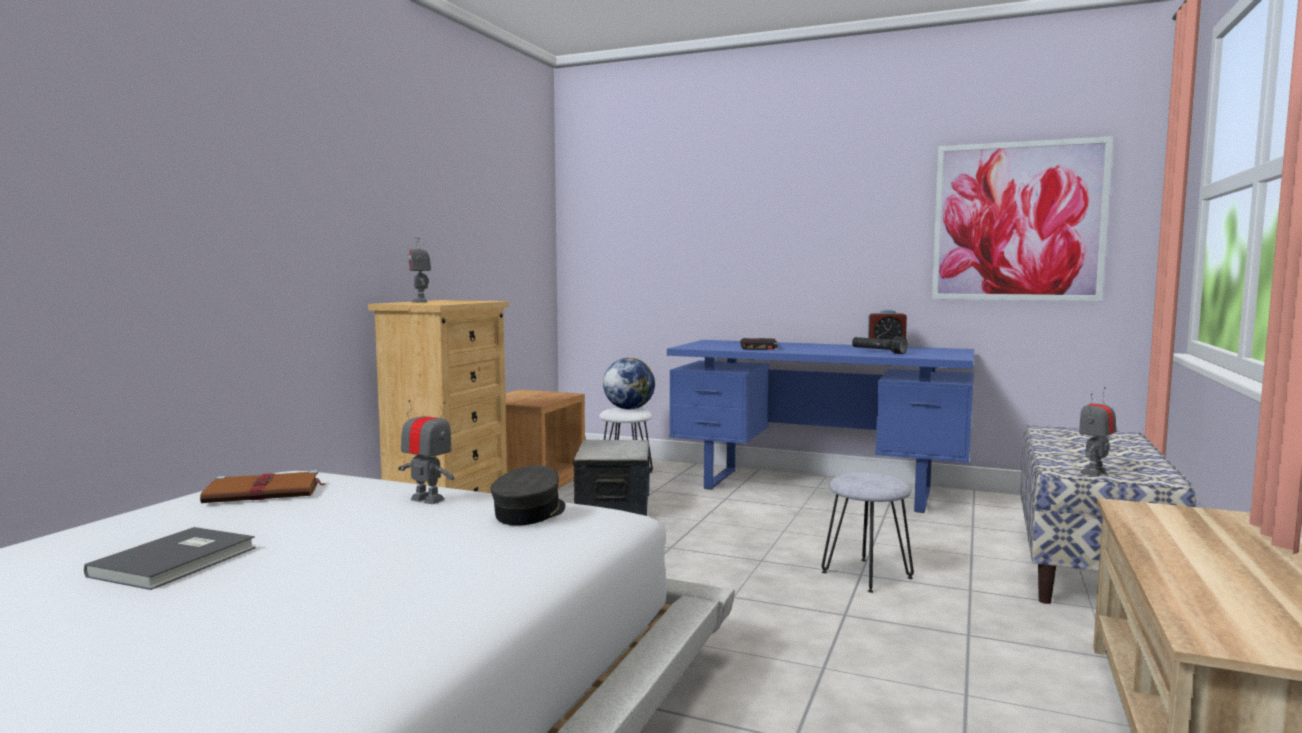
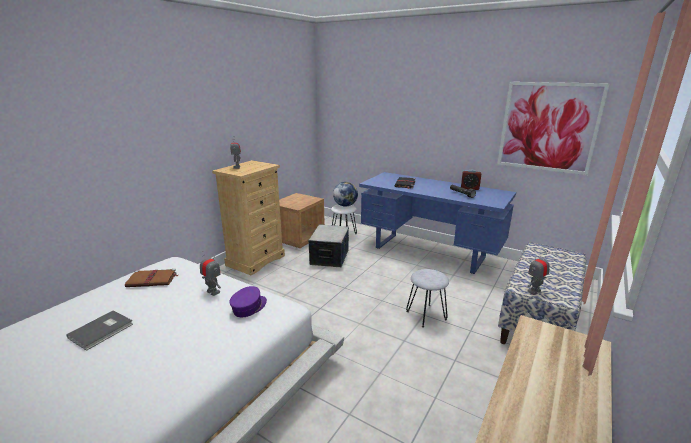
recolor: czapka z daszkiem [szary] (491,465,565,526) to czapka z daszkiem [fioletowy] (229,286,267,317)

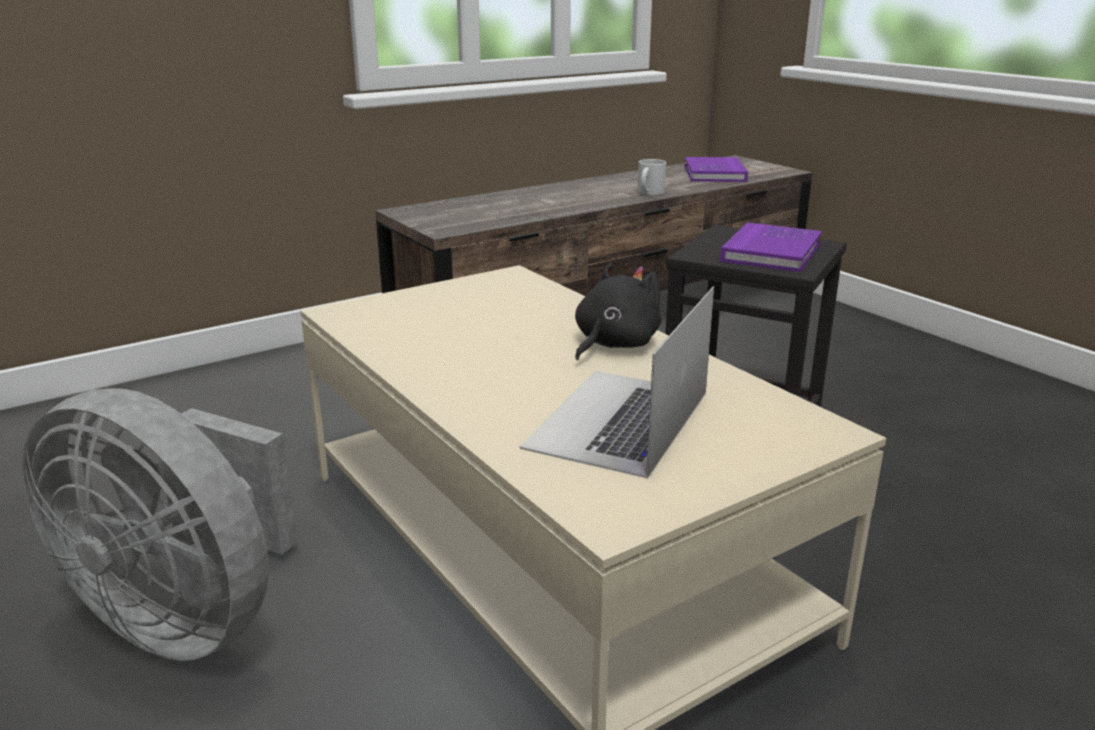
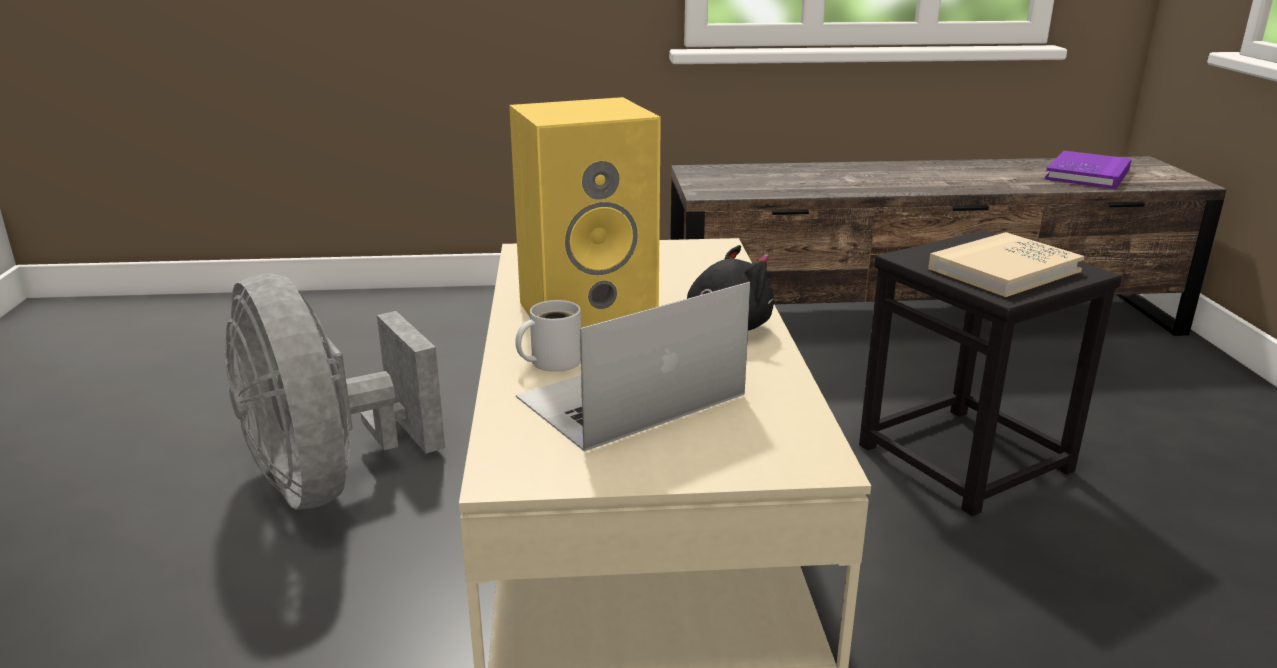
insert: głośnik [żółty] (509,97,661,328)
move: kubek [biały] (638,159,666,195) to (515,300,581,372)
recolor: książka [fioletowy] (720,222,822,272) to książka [beżowy] (928,232,1084,297)

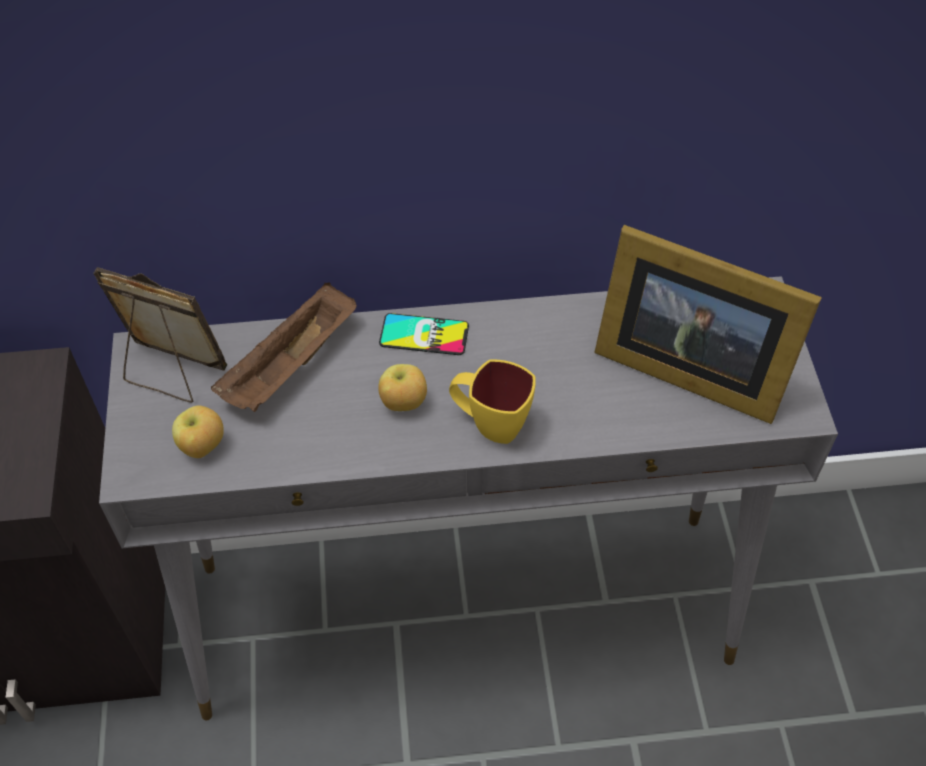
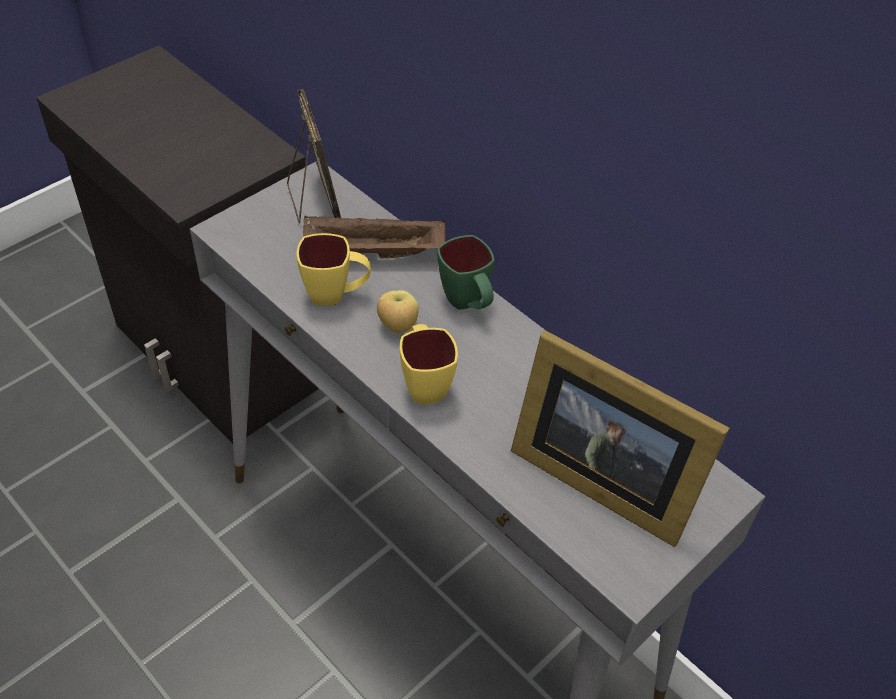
delete: jabłko (172,406,224,458)
insert: kubek [żółty] (297,233,371,306)
replace: telefon (379,313,469,355) to kubek [zielony] (437,235,495,310)
rotate: ramka na zdjęcie (594,225,822,424) = (511,330,730,547) 45 degrees counterclockwise

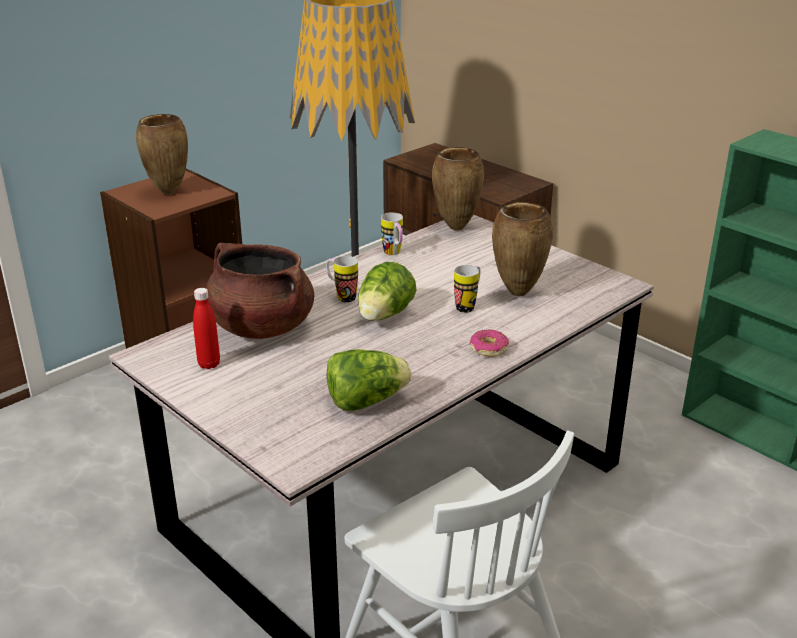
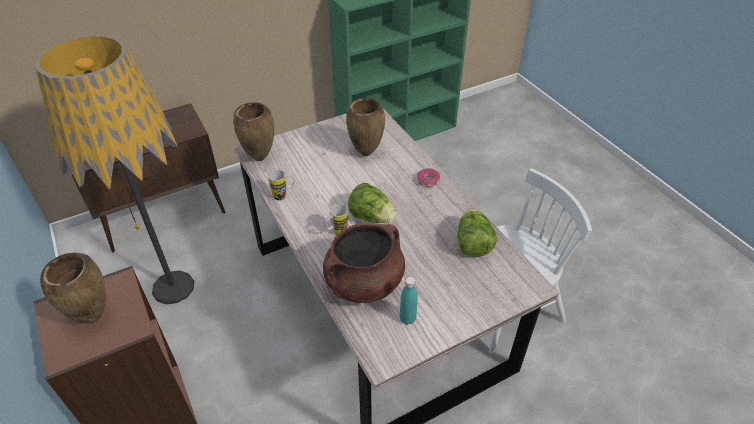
delete: kubek (454,265,480,313)
recolor: butelka [czerwony] (193,288,220,369) to butelka [turkusowy] (400,276,418,325)

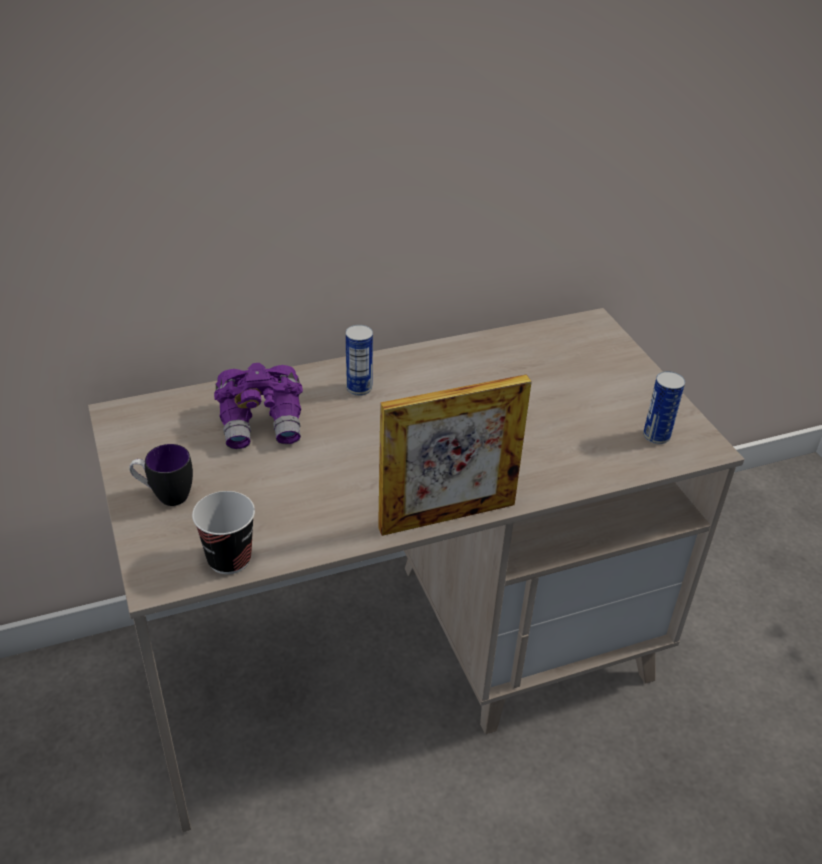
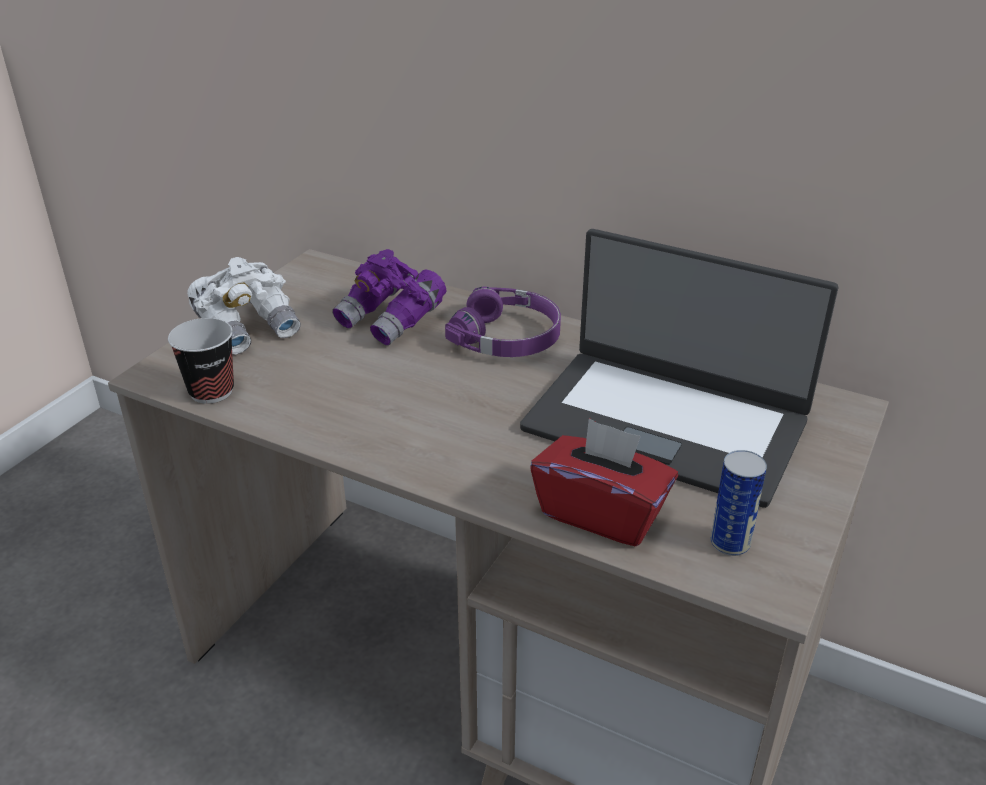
delete: ramka na zdjęcie (378,374,532,536)
insert: laptop (520,229,839,508); pudełko chusteczek [czerwony] (530,418,678,546)
replace: kubek (129,444,193,506) to lornetka [biały] (187,257,301,355); puszka (346,325,373,396) to słuchawki [fioletowy] (445,287,561,357)

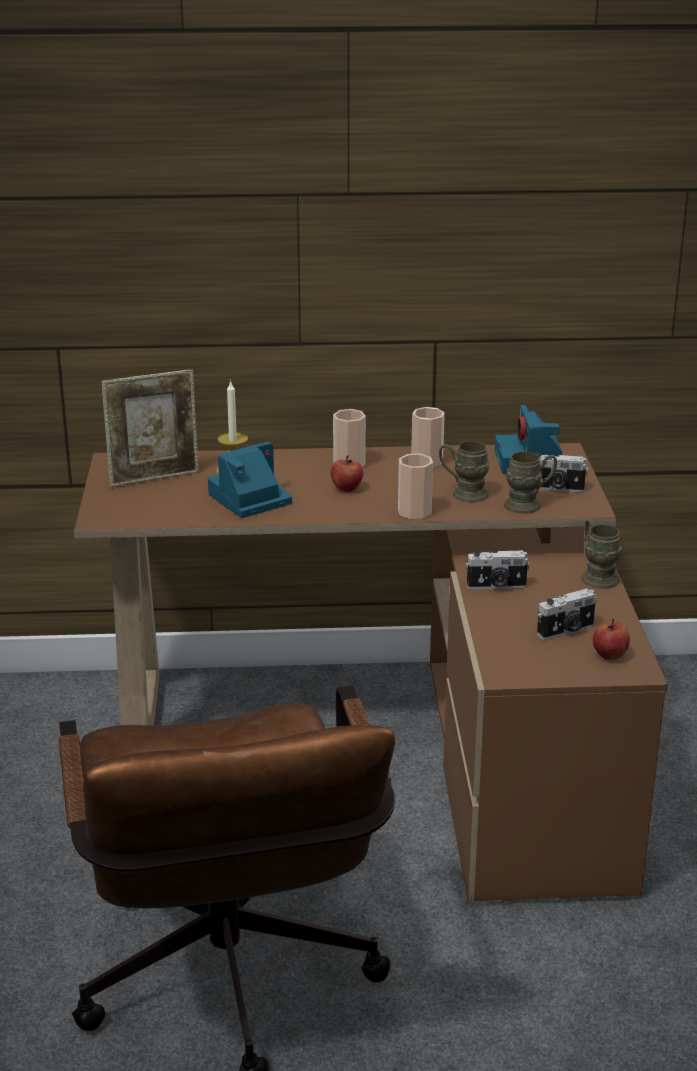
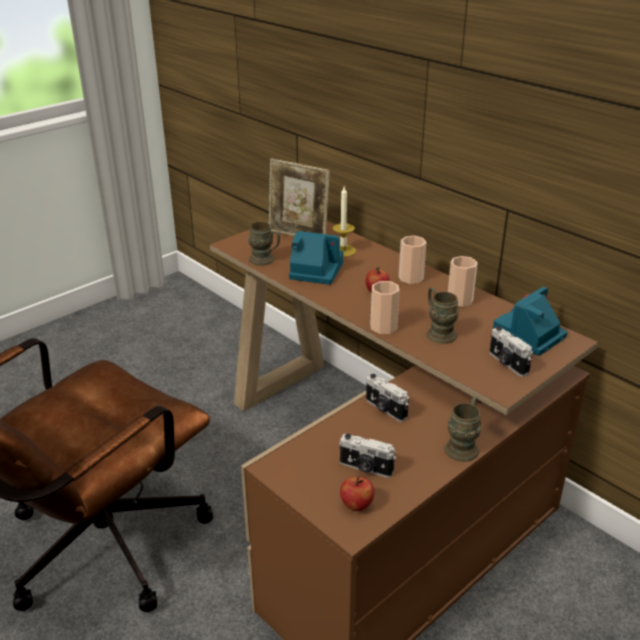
move: kubek [brązowy] (504,452,557,514) to (248,222,280,266)

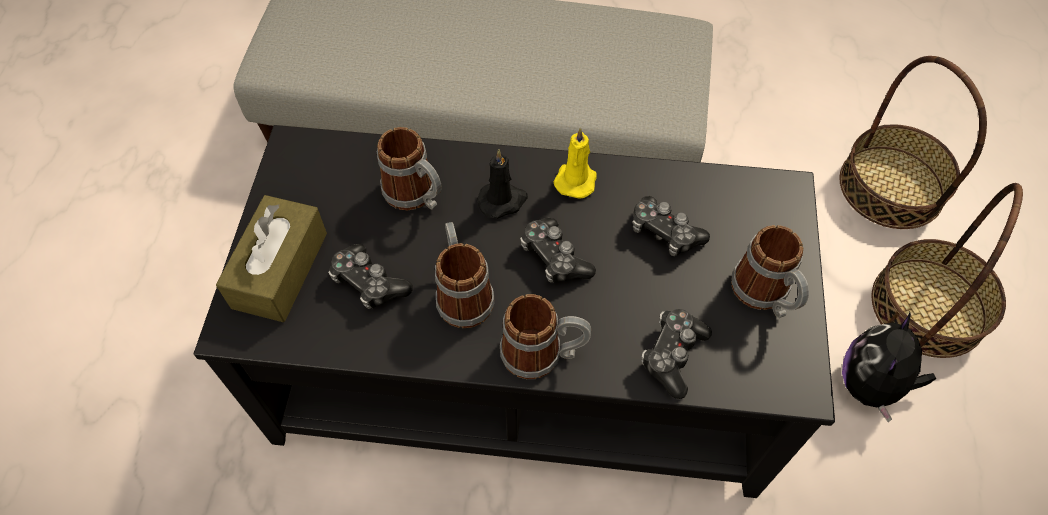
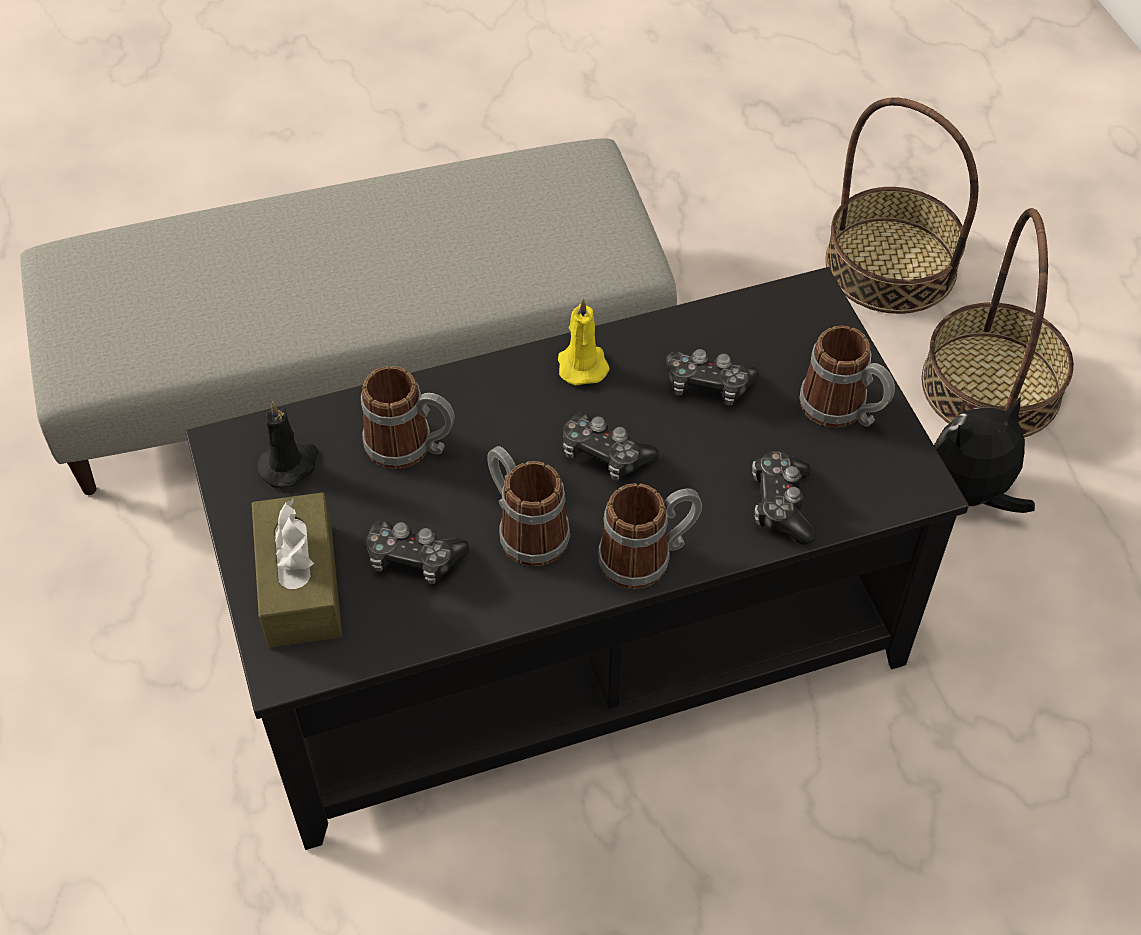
move: świeca [czarny] (477,149,528,219) to (258,401,318,489)
rotate: pluszak (842,312,936,422) = (934,396,1035,513) 60 degrees clockwise

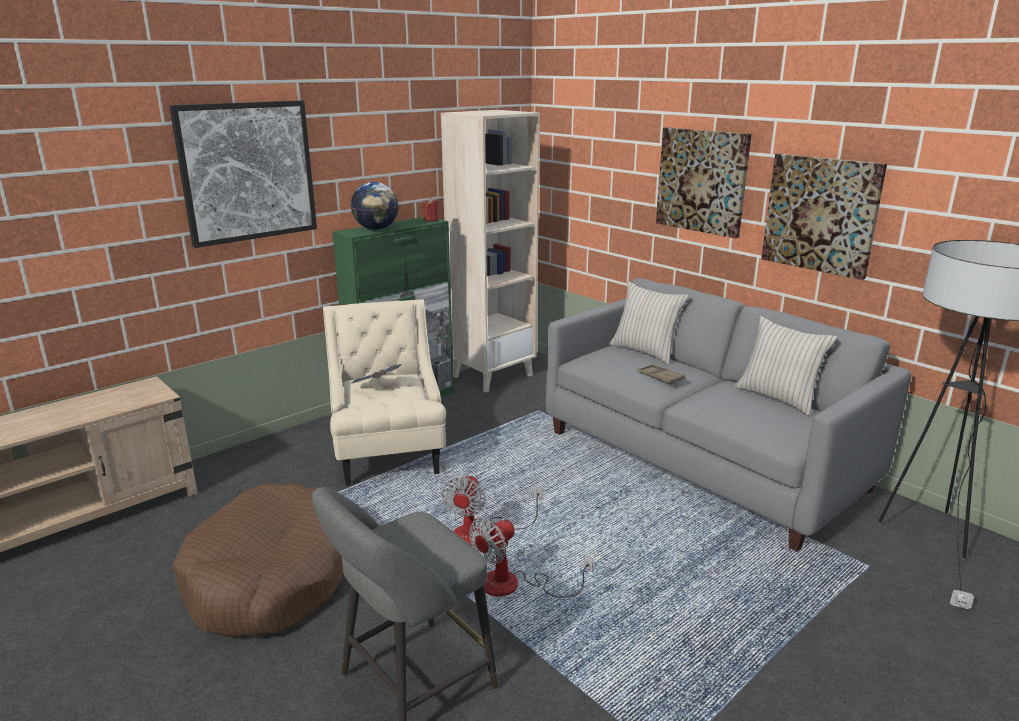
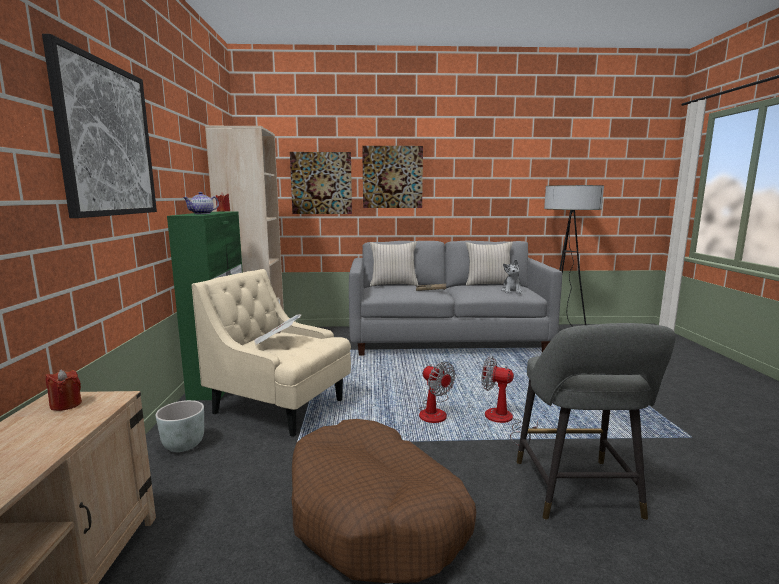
insert: świeca [czerwony] (46,370,82,411); donica [szary] (155,400,204,452); pluszak (501,260,522,294)
move: obraz (761,154,887,280) to (290,152,352,214)
replace: globus (351,182,399,230) to imbryk (183,192,219,214)
rotate: wentylator (469,517,593,598) = (482,356,538,445) 120 degrees clockwise

